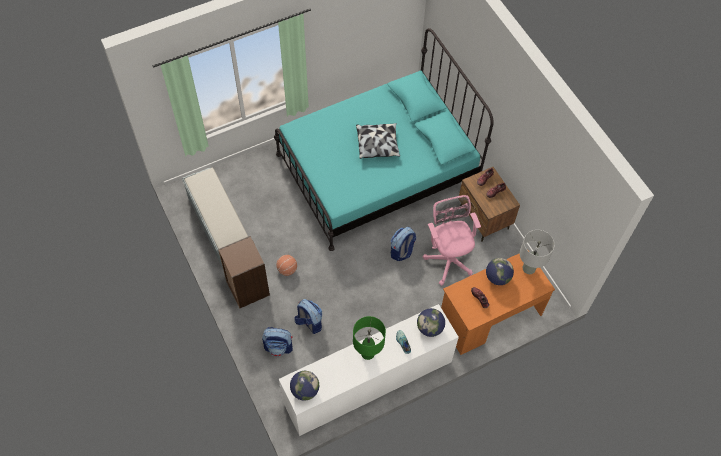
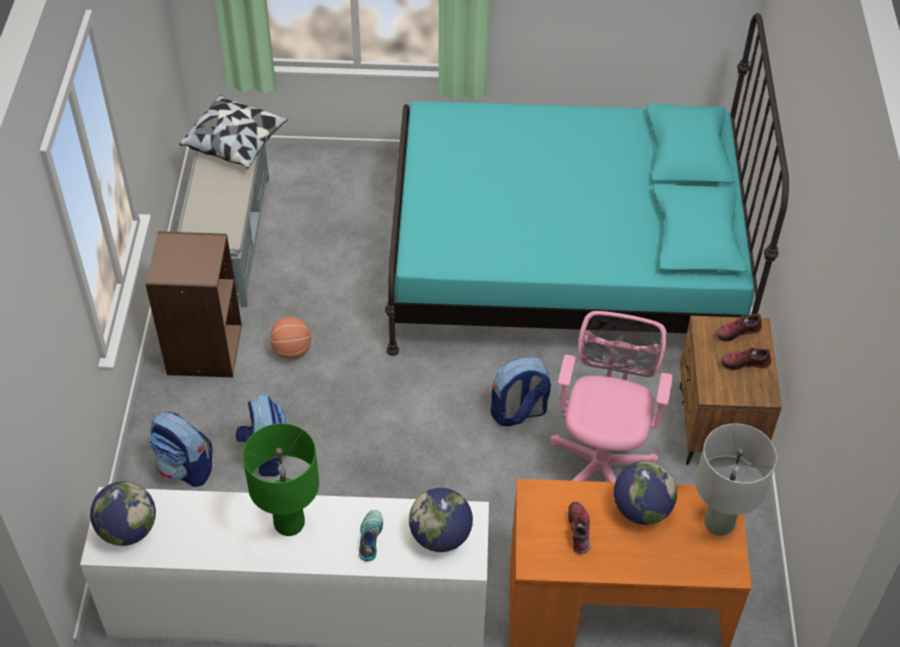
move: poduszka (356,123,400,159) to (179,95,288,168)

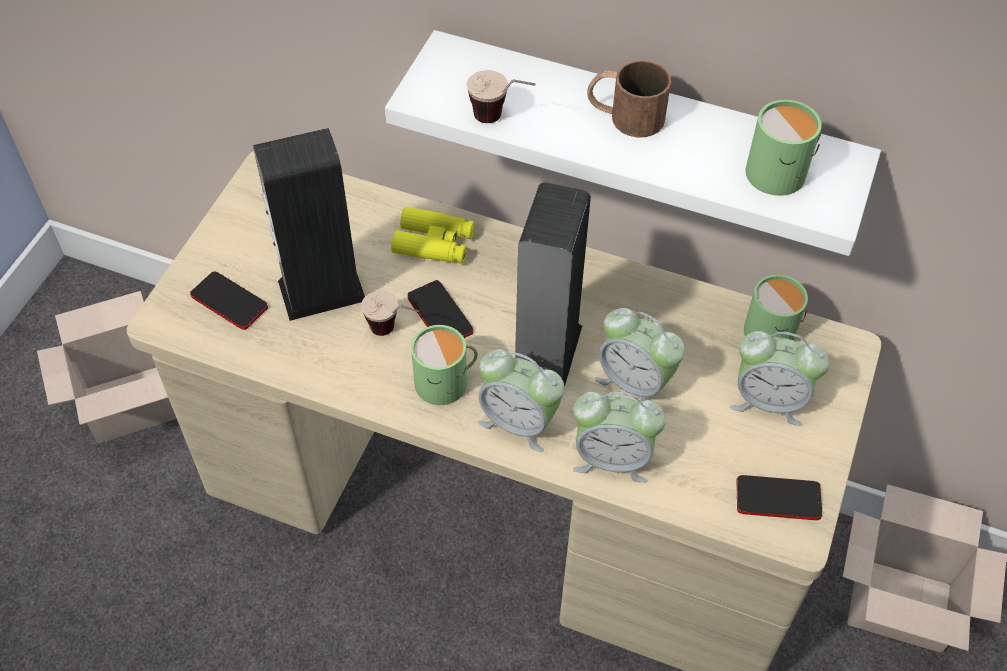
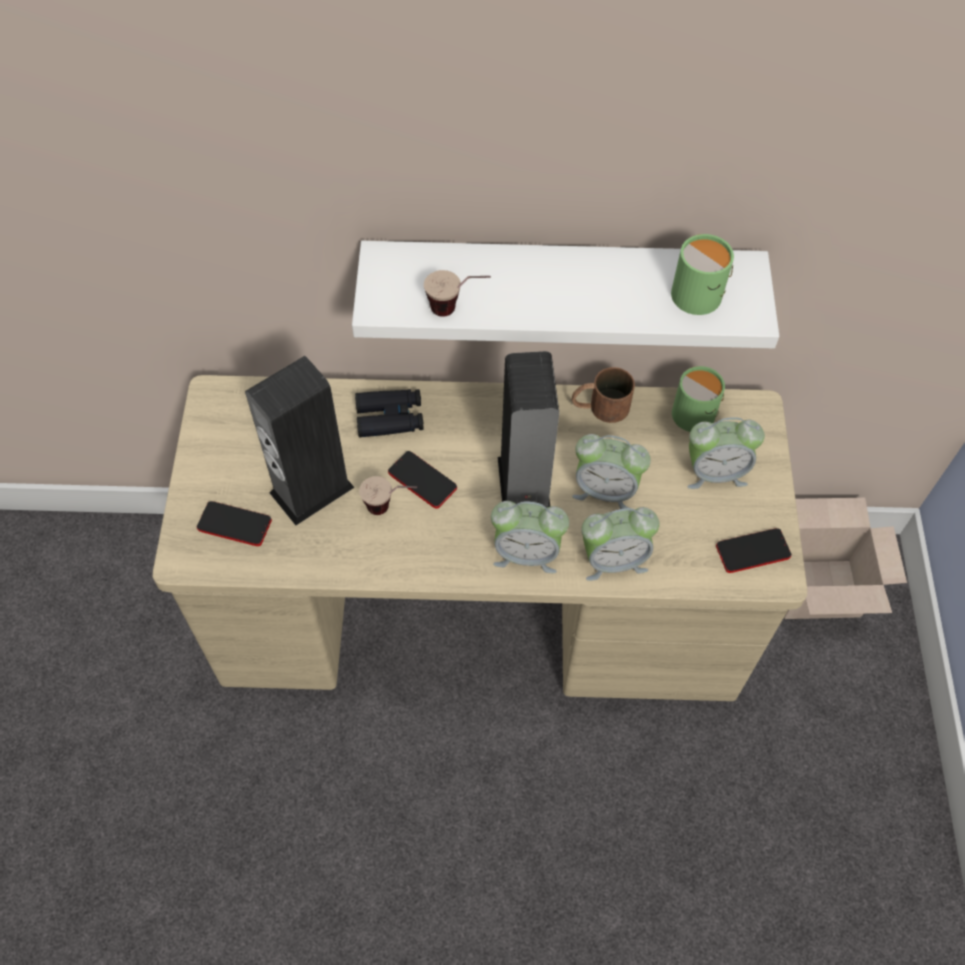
delete: karton (37,291,177,444); kubek [zielony] (411,325,478,405)
move: kubek [brązowy] (587,60,671,137) to (572,367,635,423)
recolor: lornetka [żółty] (391,207,474,264) to lornetka [czarny] (355,389,424,437)

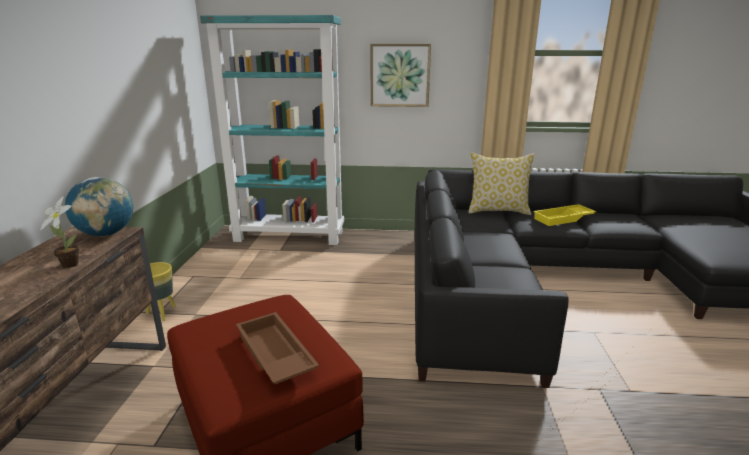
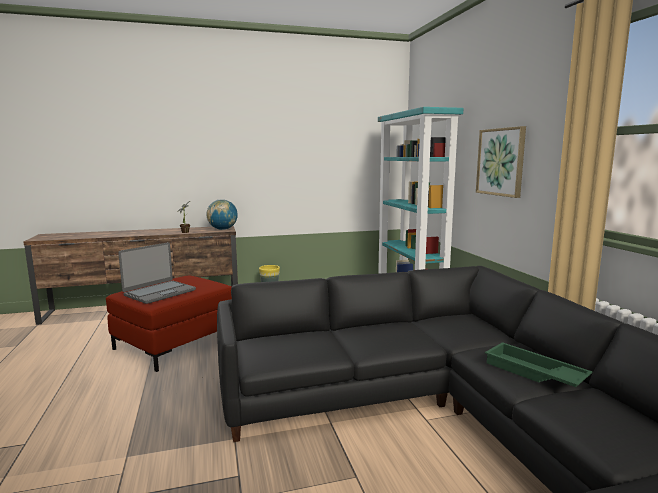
delete: poduszka (469,153,534,215)
replace: taca [brązowy] (236,312,319,384) to laptop (118,242,196,304)
recolor: taca [żółty] (533,204,597,226) to taca [zielony] (485,342,593,387)

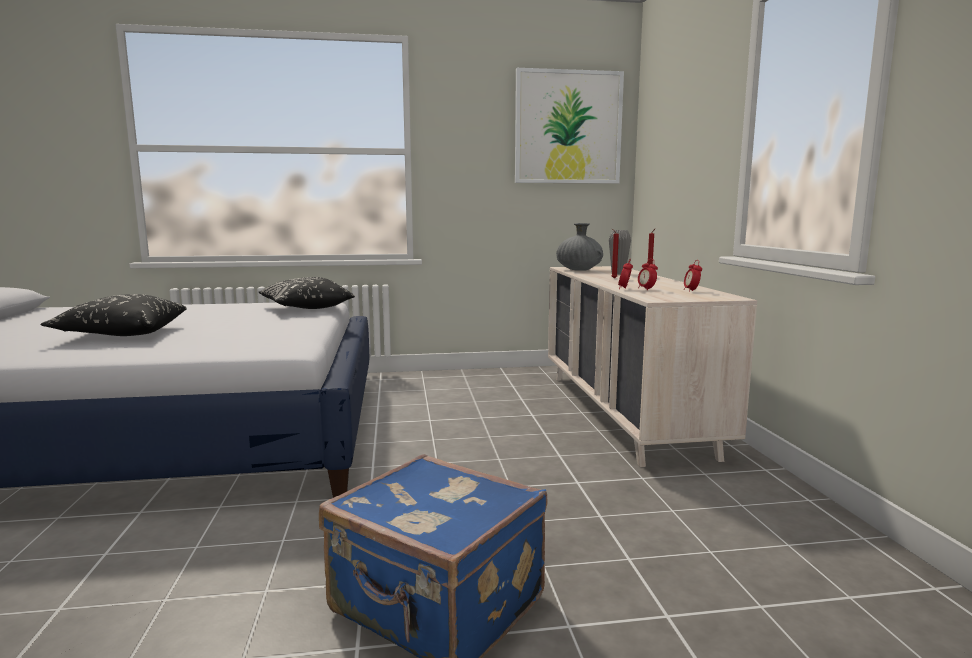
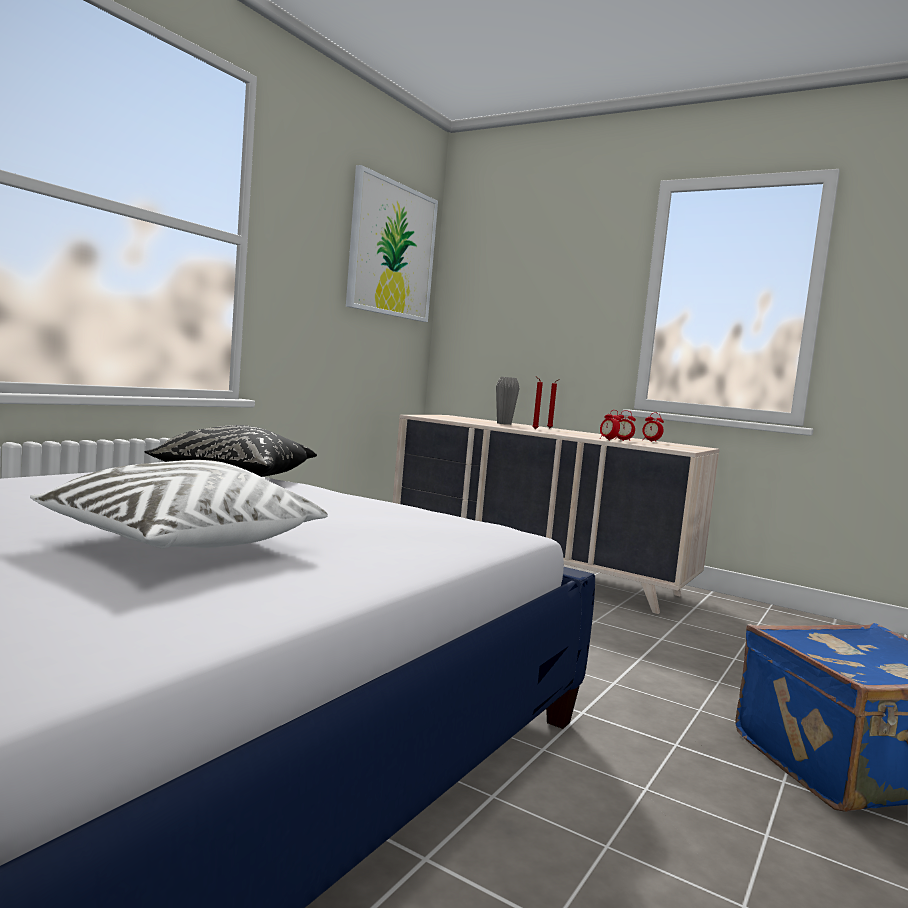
delete: wazon [szary] (556,223,603,271)
recolor: poduszka [czarny] (40,294,187,336) to poduszka [biały] (30,460,328,549)

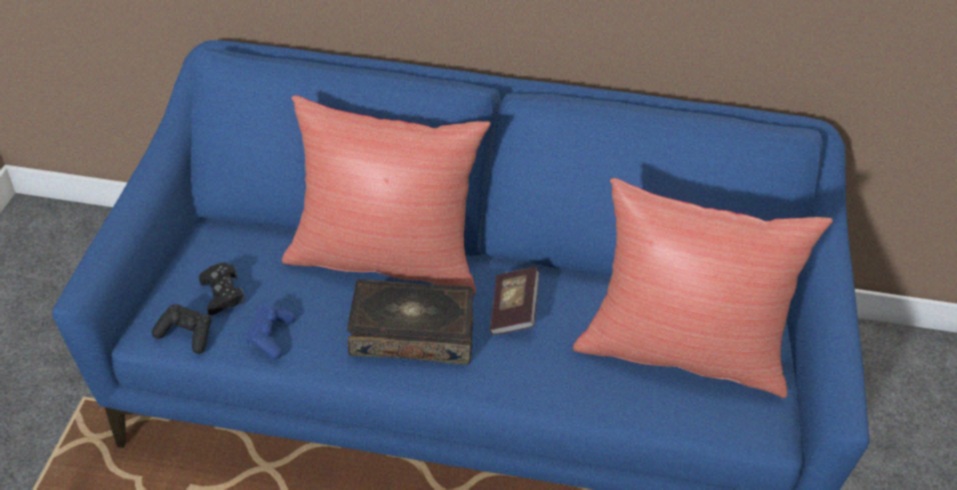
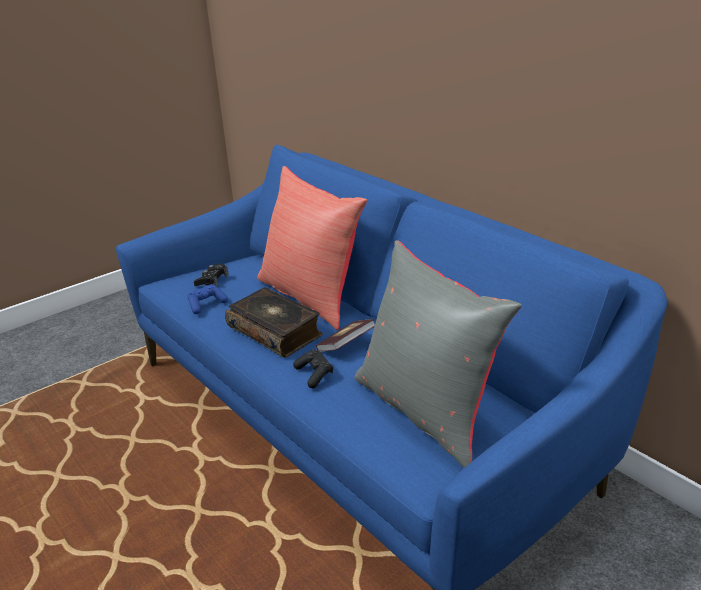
move: pad do gier [czarny] (152,304,211,354) to (293,349,333,388)
recolor: poduszka [czerwony] (573,178,833,398) to poduszka [szary] (355,240,522,468)

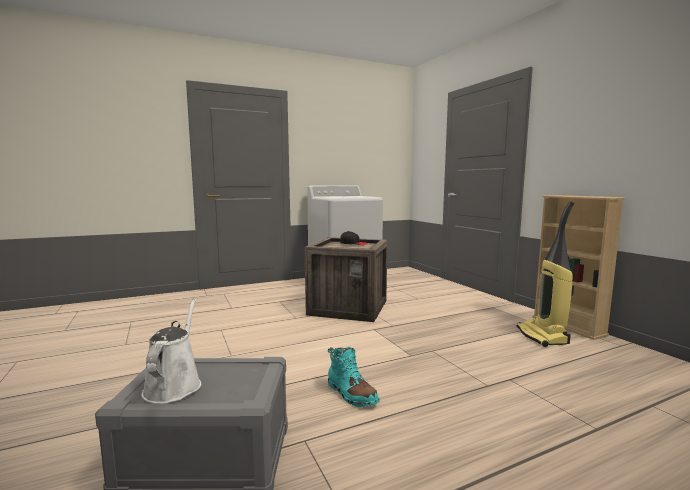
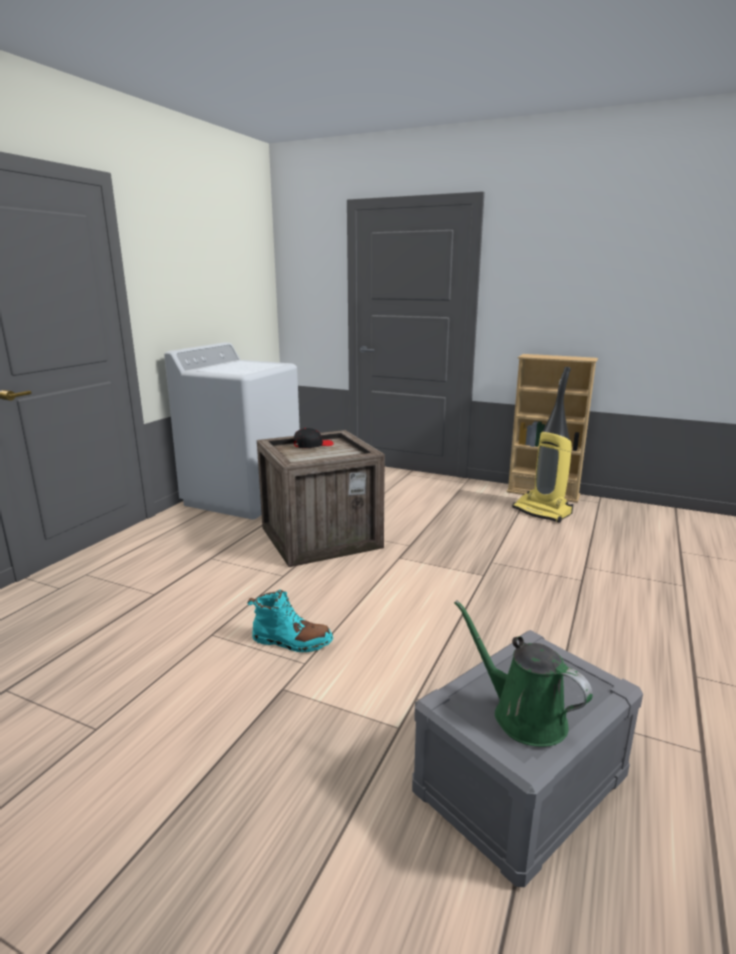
move: but z cholewką [turkusowy] (327,347,380,407) to (247,590,333,652)
recolor: konewka [biały] (142,298,201,404) to konewka [zielony] (454,600,592,747)

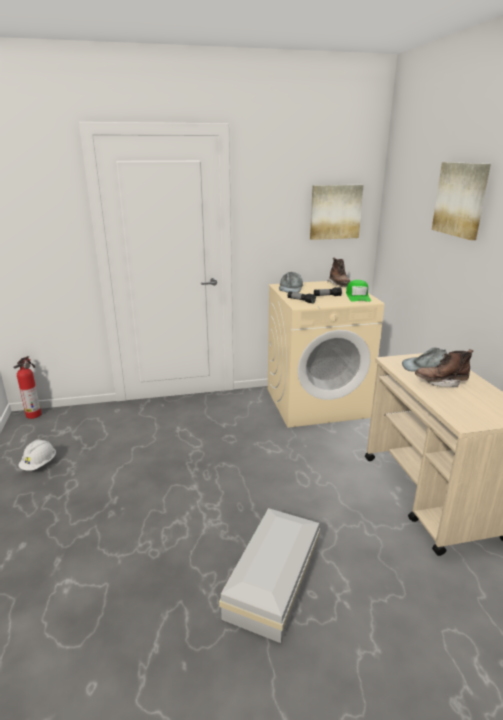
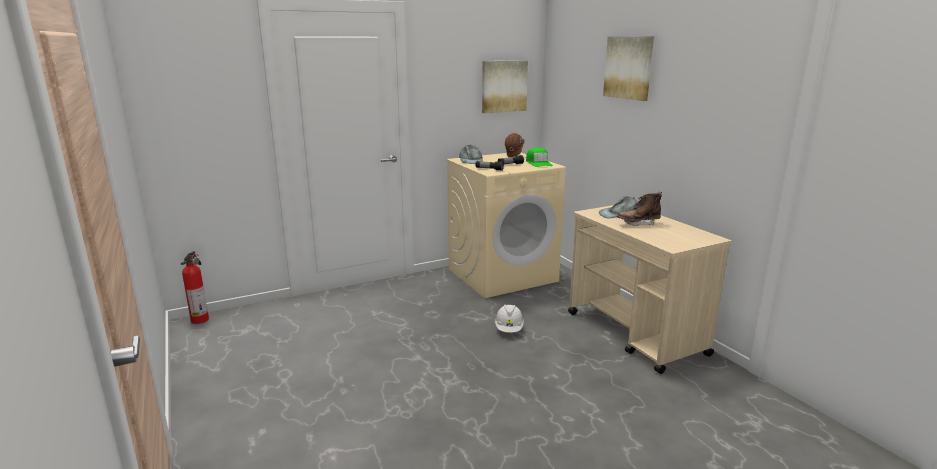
delete: pojemnik do przechowywania [biały] (219,508,320,643)
move: kask [biały] (18,440,56,471) to (495,305,524,333)
replace: but z cholewką [brązowy] (327,258,350,287) to kask [brązowy] (505,133,525,157)

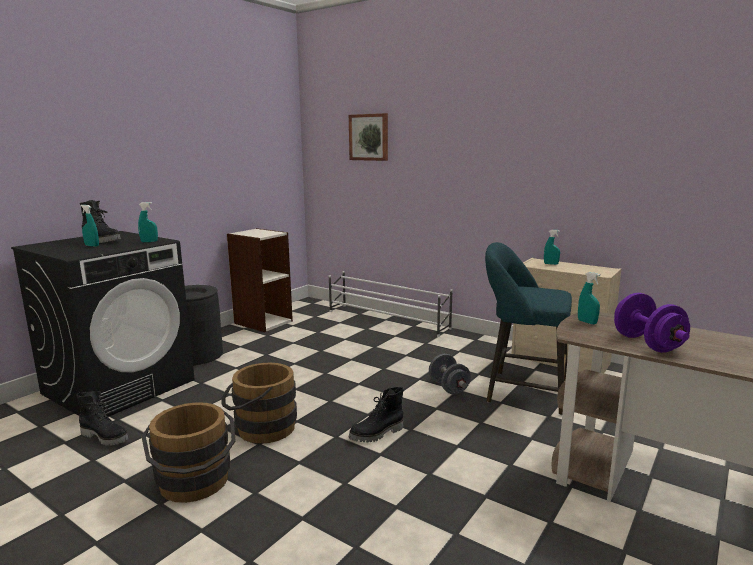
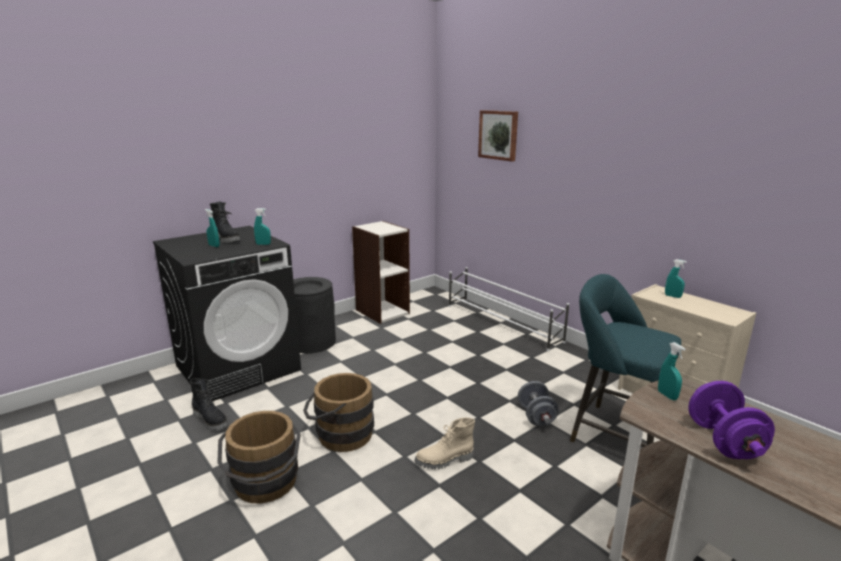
recolor: but z cholewką [czarny] (349,387,403,442) to but z cholewką [beżowy] (415,418,475,469)

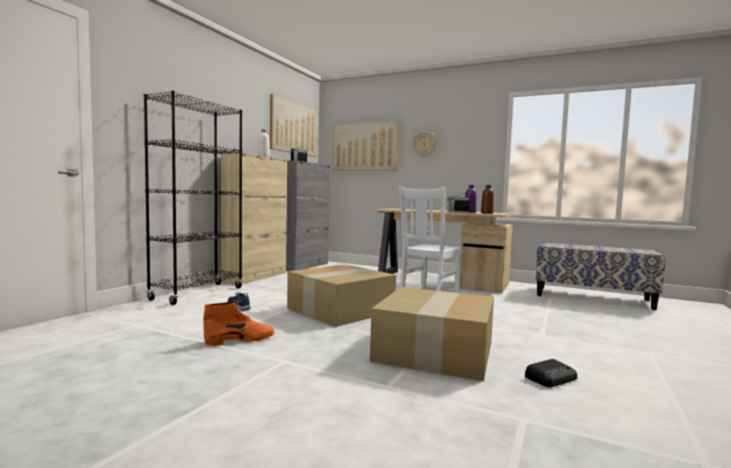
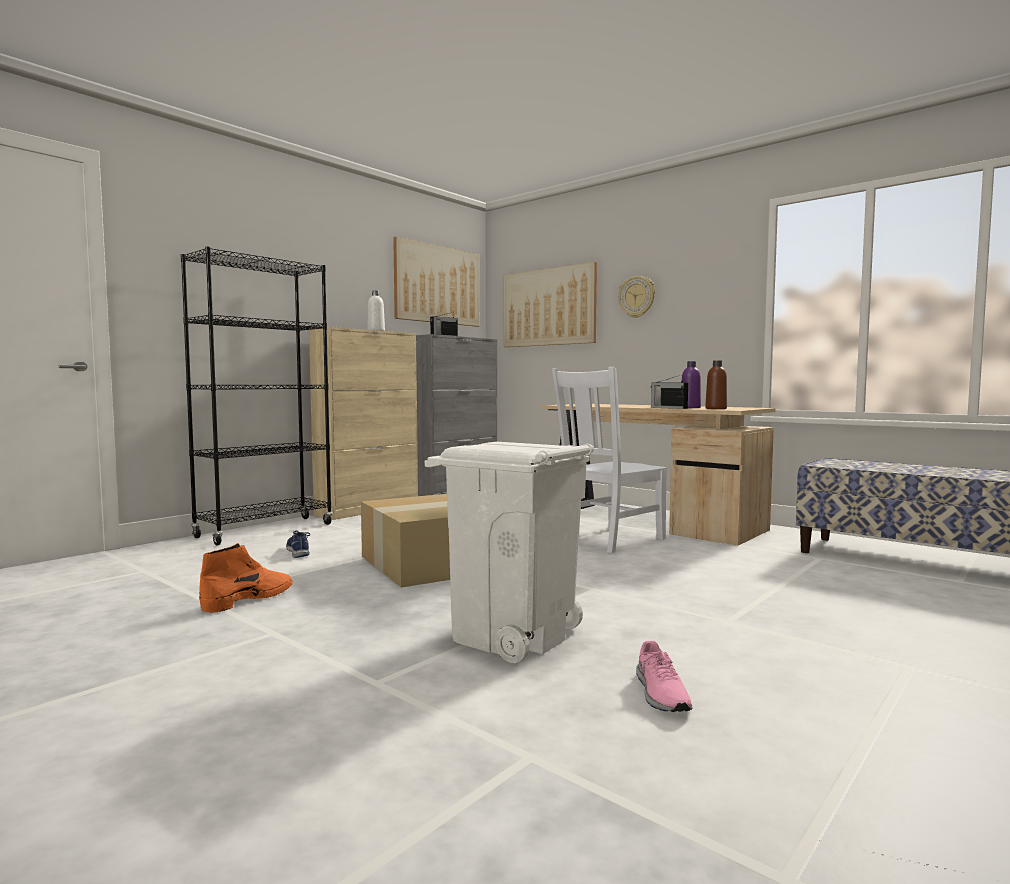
replace: karton (370,287,494,381) to kosz na śmieci [biały] (425,442,594,664); radio (525,359,577,387) to but [różowy] (636,641,692,712)
rotate: but z cholewką [pomarańczowy] (203,300,275,346) = (199,543,293,612) 45 degrees counterclockwise

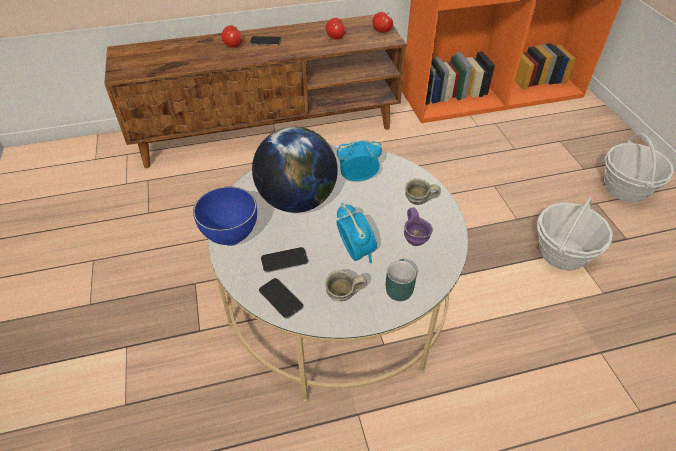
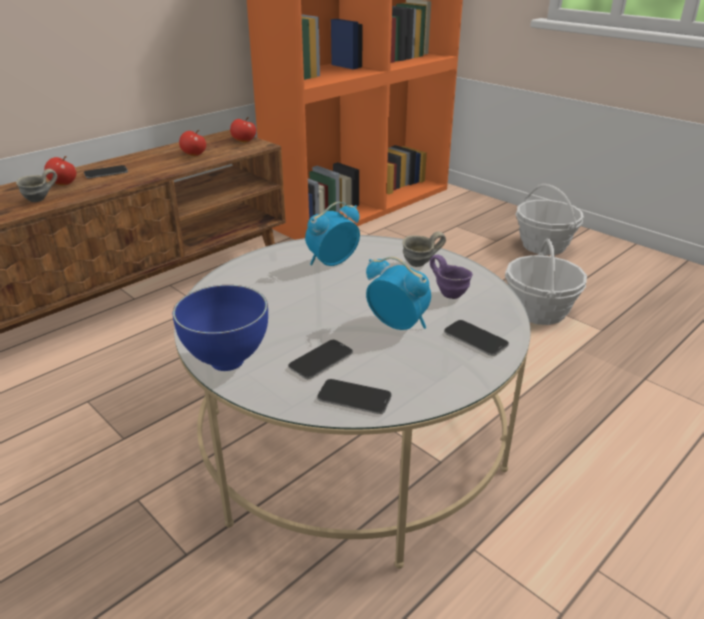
delete: globus (252,127,338,213)
move: kubek [szary] (325,270,367,301) to (16,169,57,202)
replace: kubek [turkusowy] (386,259,417,301) to telefon (444,320,509,356)

